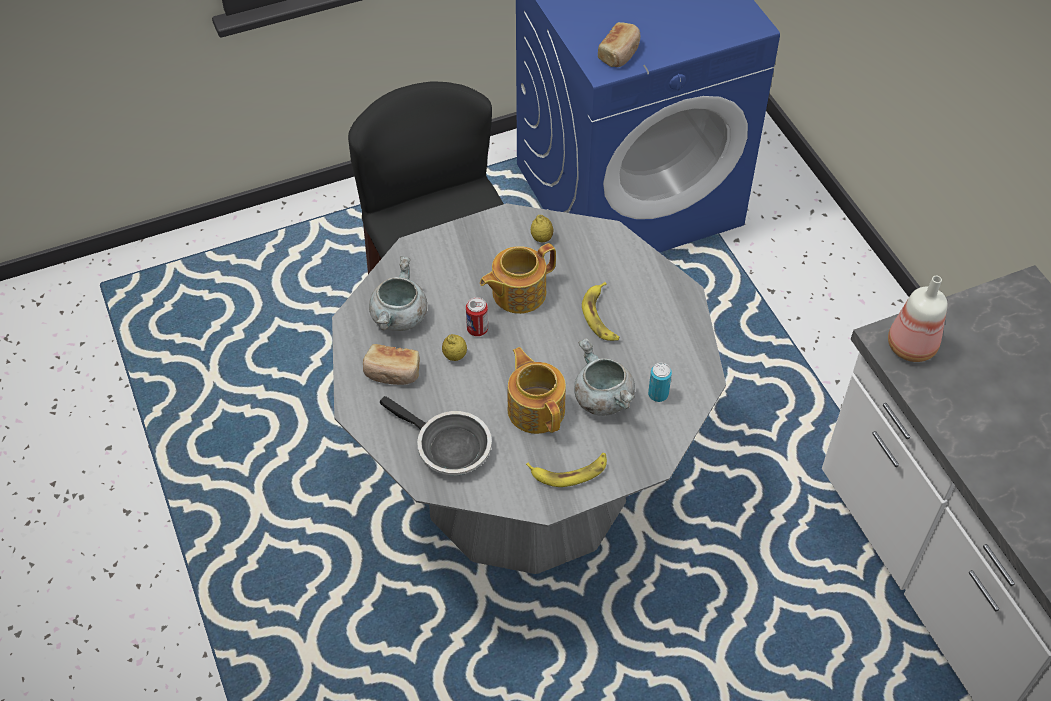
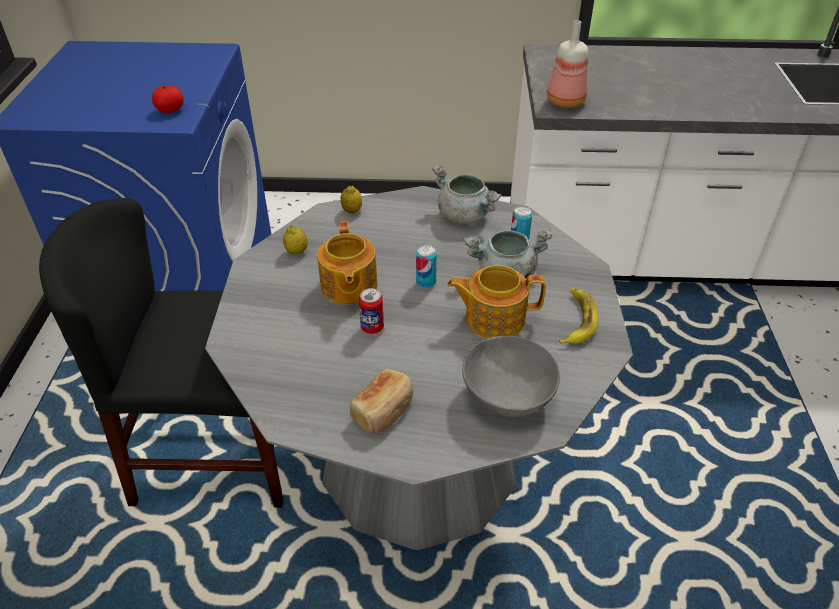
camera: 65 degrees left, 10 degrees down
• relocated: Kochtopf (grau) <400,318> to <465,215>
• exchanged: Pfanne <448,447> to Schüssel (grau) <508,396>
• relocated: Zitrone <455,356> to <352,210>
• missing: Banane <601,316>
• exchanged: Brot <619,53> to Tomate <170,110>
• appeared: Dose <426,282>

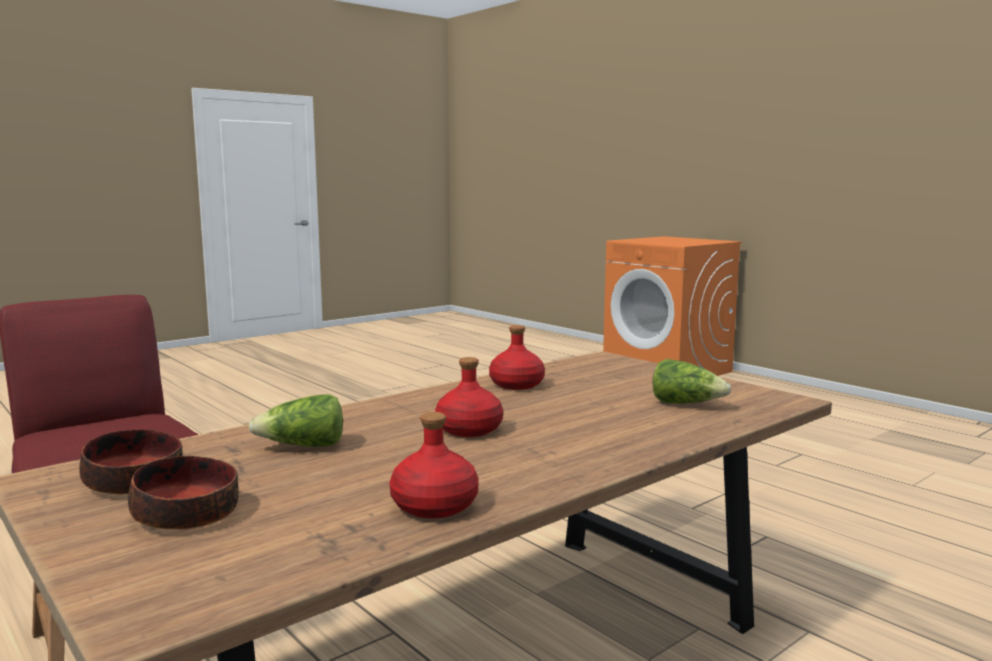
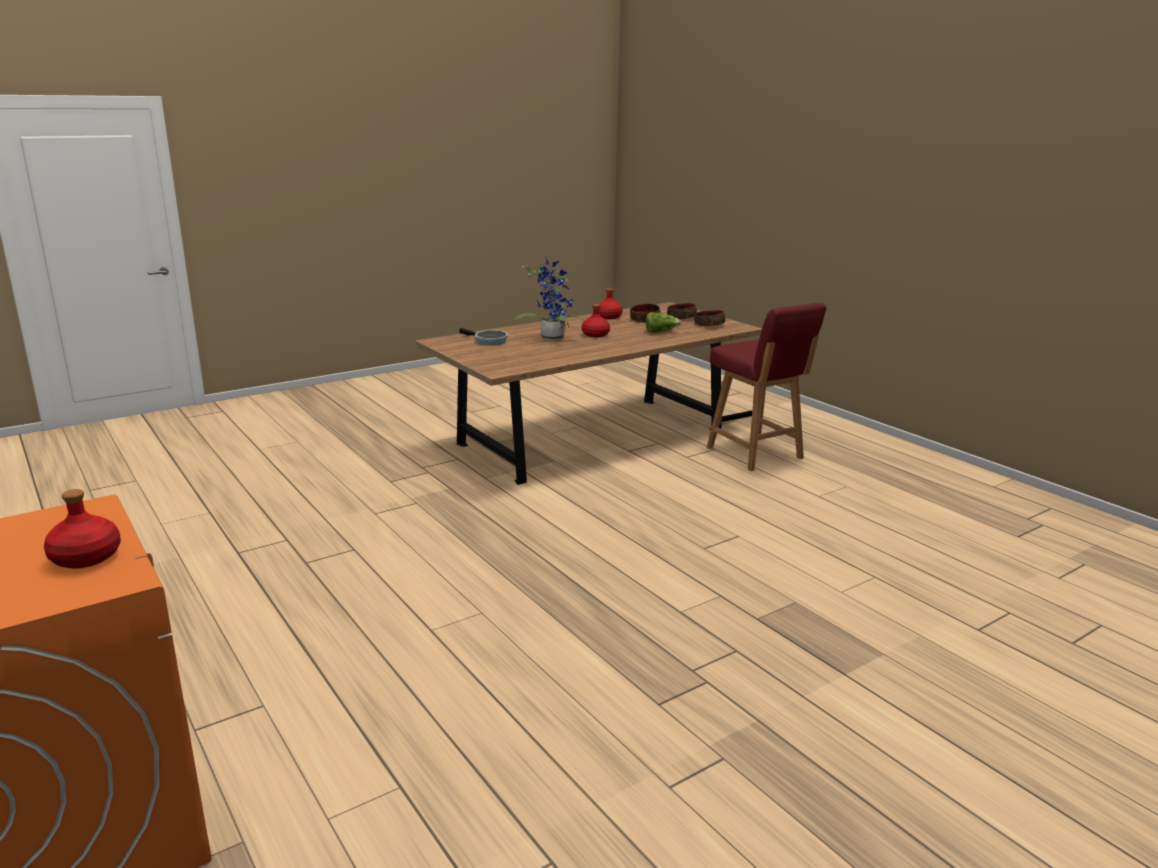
camera: 175 degrees left, 10 degrees up
• relocated: Flasche (rot) <516,385> to <86,557>
• exchanged: Salatkopf <686,404> to Pfanne <488,341>
• appeared: Topfpflanze <552,338>
• appeared: Schüssel <644,320>

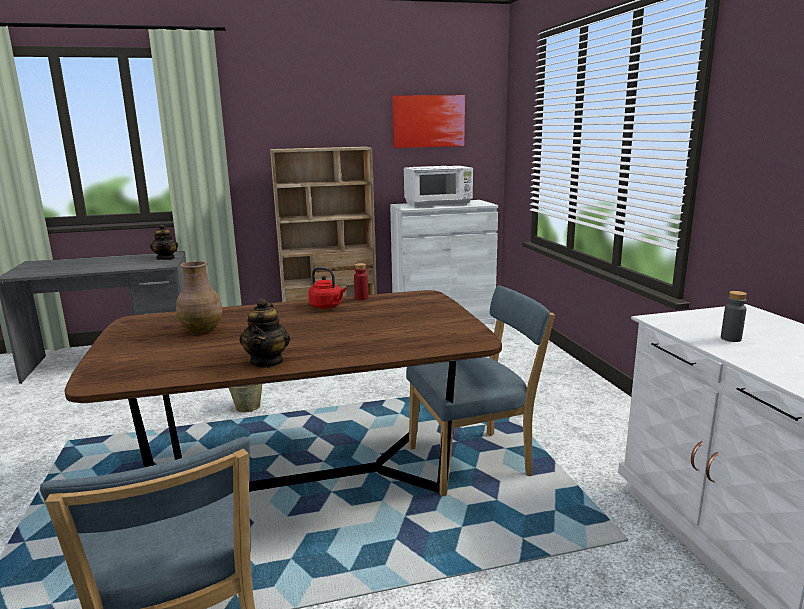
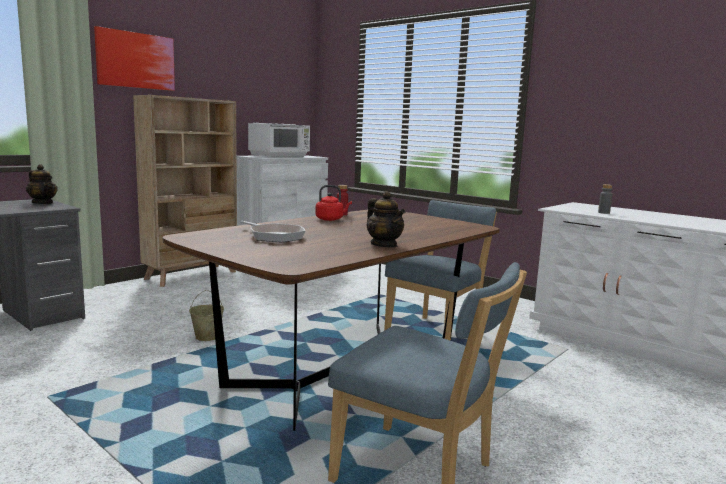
camera: 35 degrees left, 5 degrees down
• exchanged: Vase (braun) <202,330> to Pfanne <274,236>
• relocated: Bild <428,121> to <135,60>

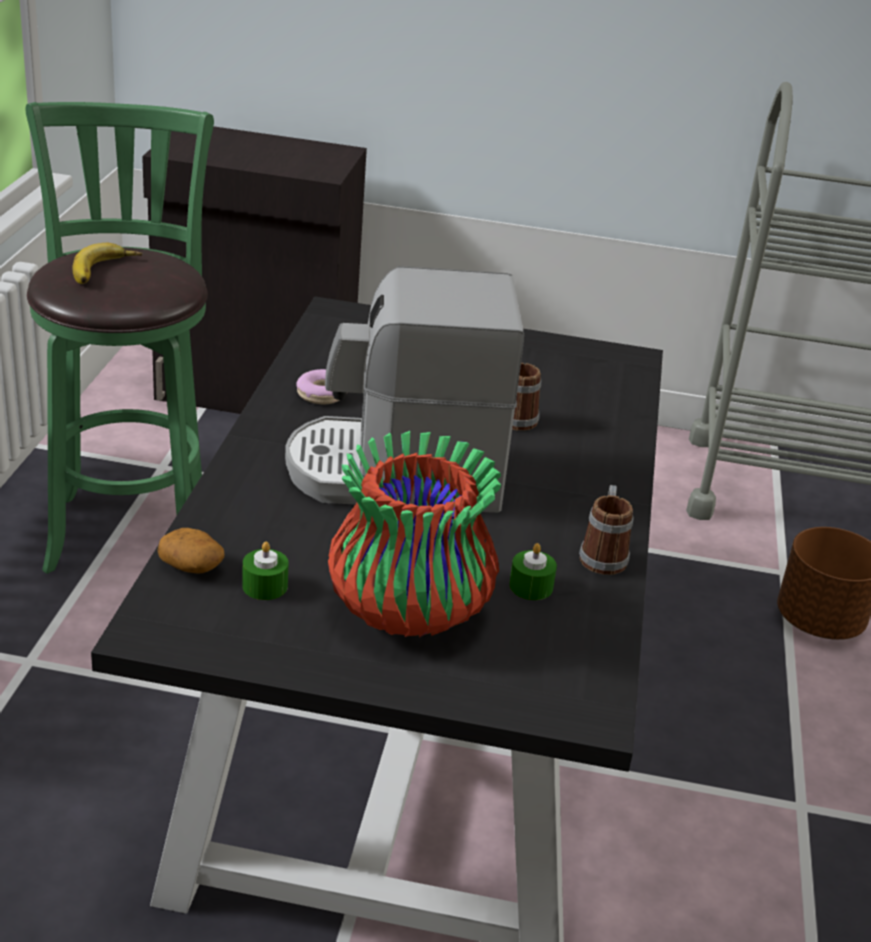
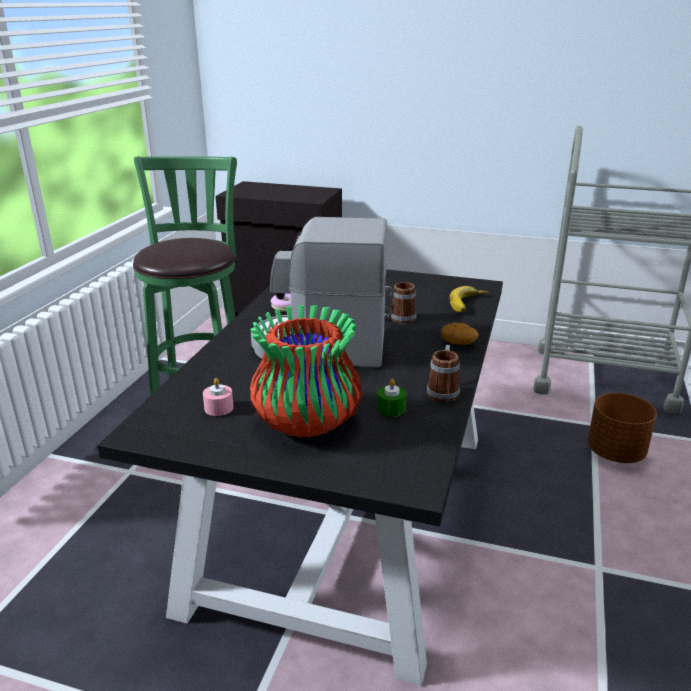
camera: 10 degrees right, 5 degrees down
• relocated: Banane <105,271> to <469,304>
• relocated: Kartoffel <192,566> to <459,343>
• colour: Kerze (grün) <265,586> to Kerze (rosa) <219,408>

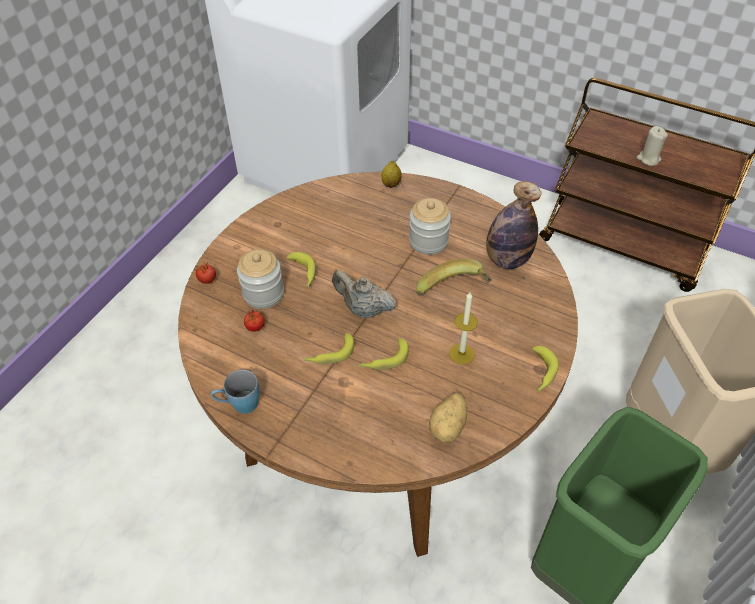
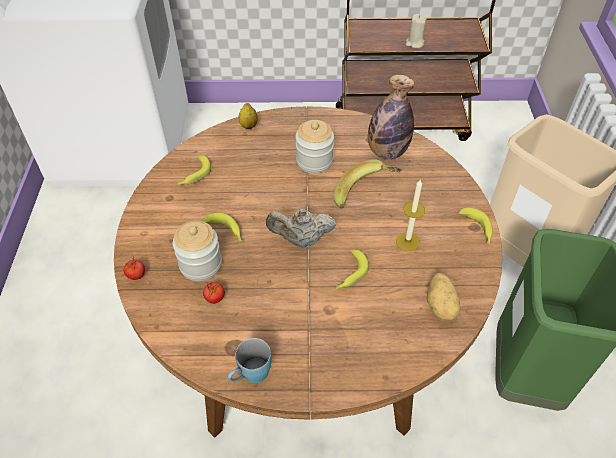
camera: 30 degrees left, 0 degrees up
• relocated: Banane <330,354> to <194,175>

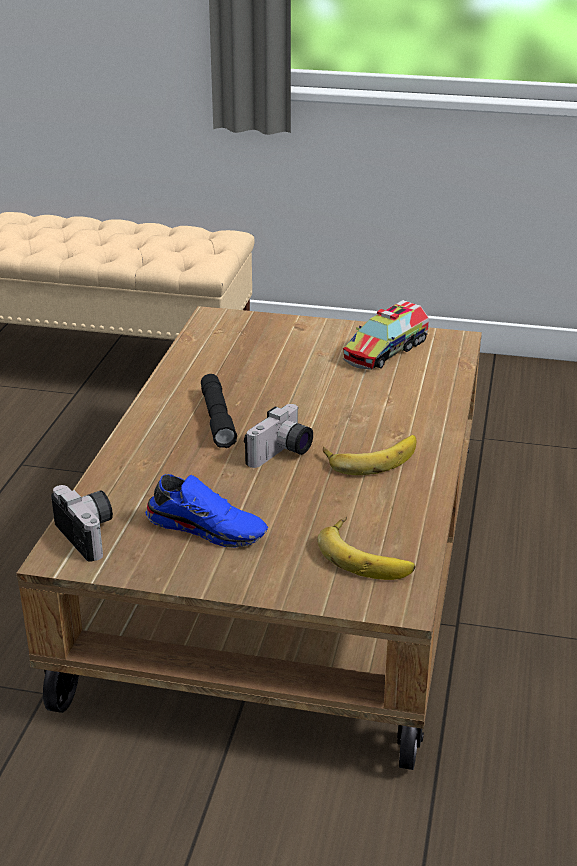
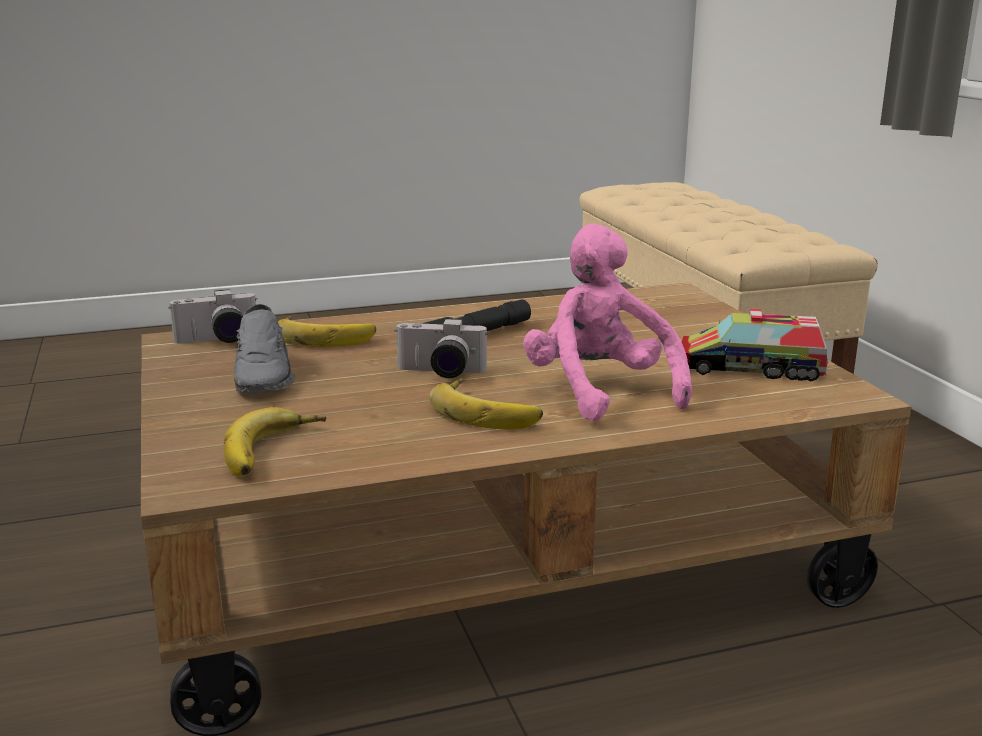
camera: 60 degrees right, 10 degrees down
• spun: Kamera <91,534> = <218,341> 45 degrees clockwise
• colour: Schuh (blau) <208,528> to Schuh (grau) <266,375>
• appeared: Banane <325,336>
• appeared: Plüschtier (rosa) <599,391>

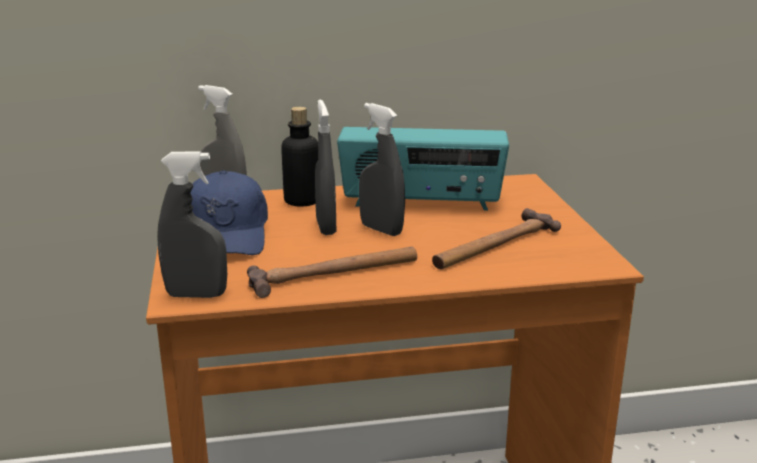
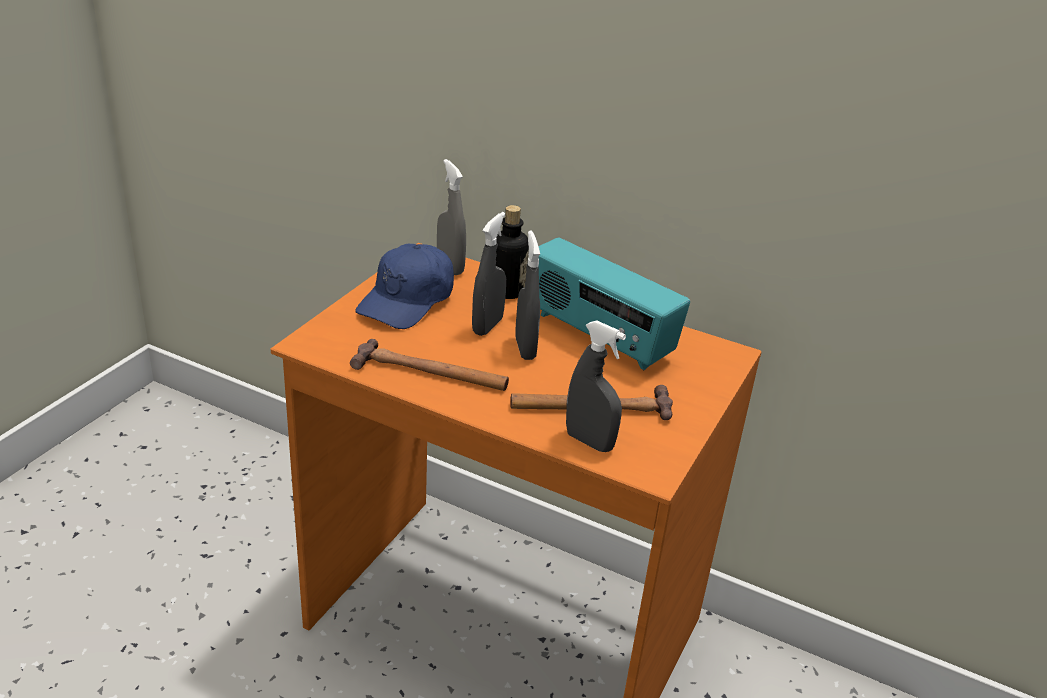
camera: 35 degrees right, 10 degrees up
• relocated: Sprühflasche (grau) <196,295> to <589,441>

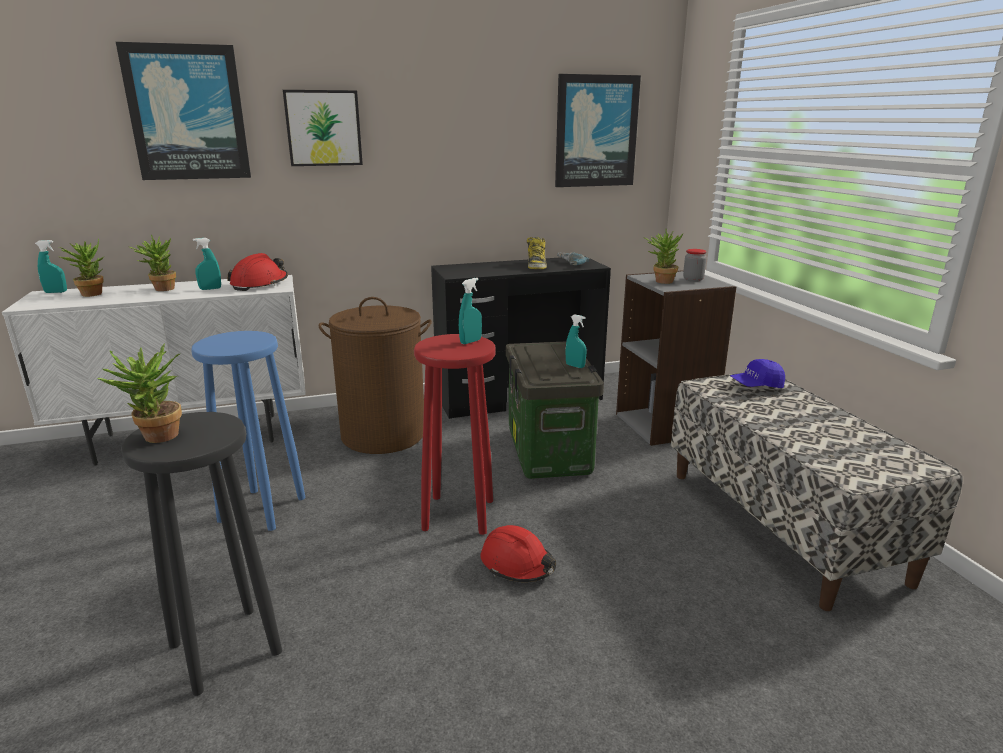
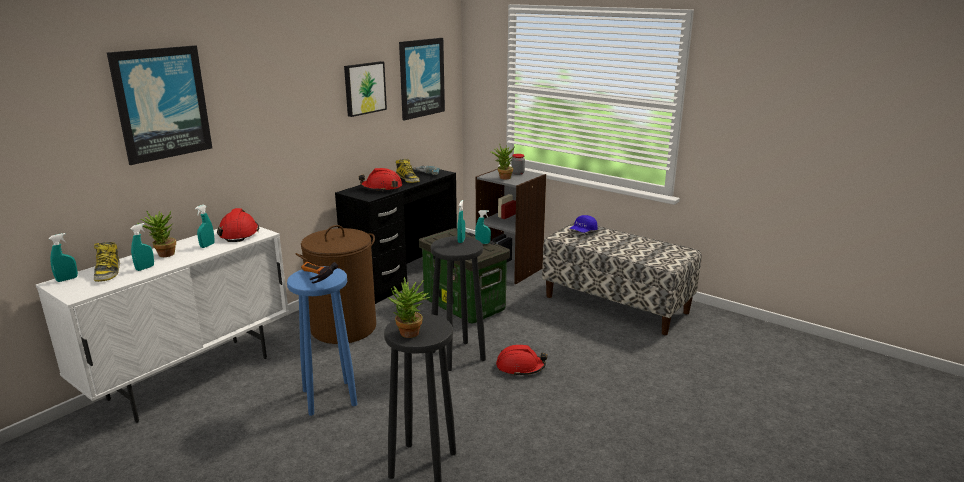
camera: 35 degrees left, 0 degrees up
• exchanged: Topfpflanze <92,293> to Stiefel <108,272>
• relocated: Bild <323,128> to <364,88>
• colour: Hocker (rot) <459,514> to Hocker (schwarz) <458,355>
• appeared: Sprühflasche (türkis) <145,268>
• appeared: Hammer <314,280>
• appeared: Schutzhelm (rot) <381,188>

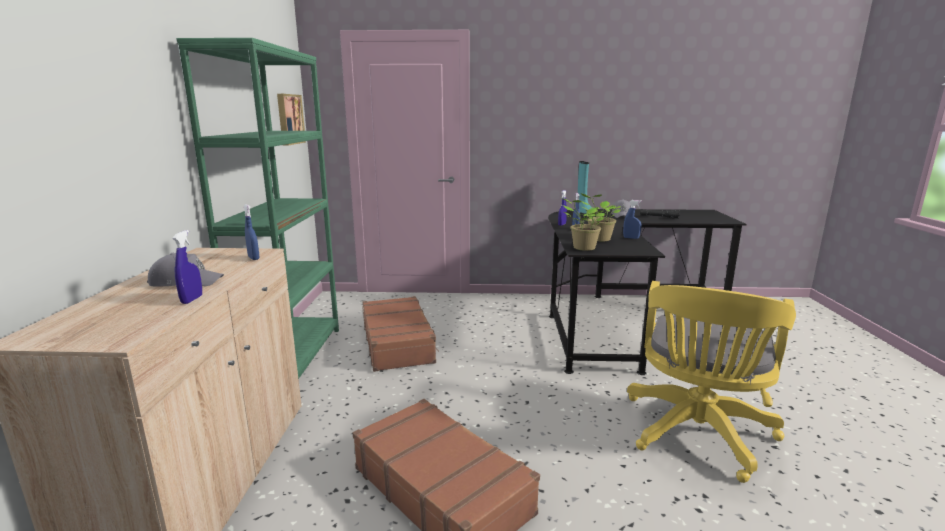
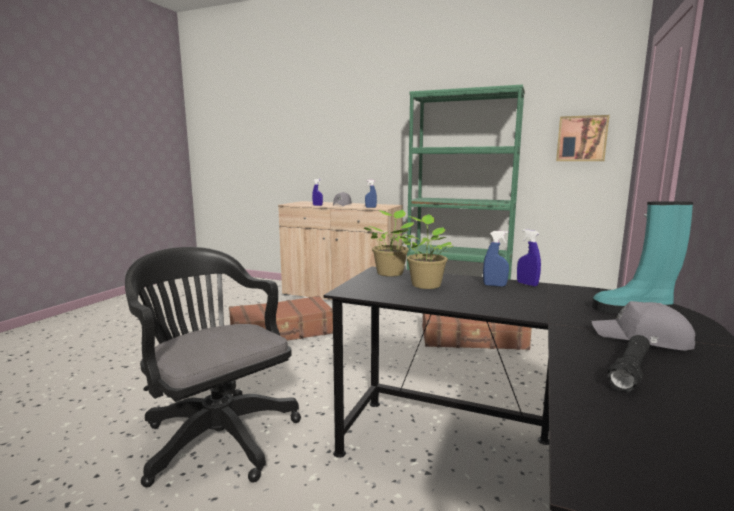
camera: 110 degrees right, 5 degrees down
• missing: Sprühflasche (blau) <631,238>
• colour: Bürostuhl (gelb) <697,435> to Bürostuhl (schwarz) <216,434>

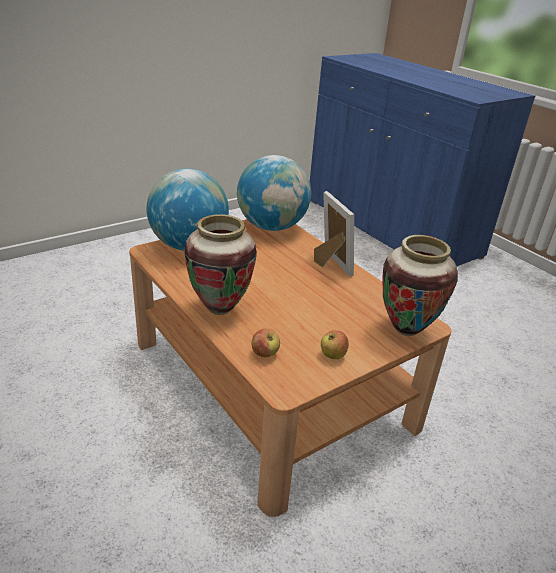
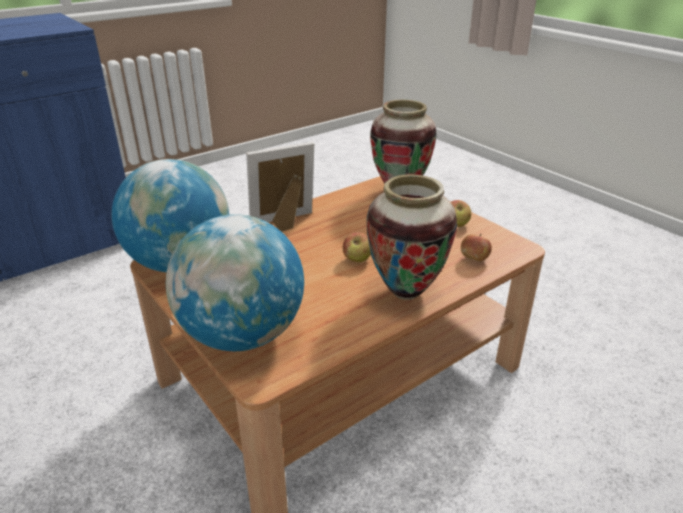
camera: 90 degrees left, 0 degrees up
• appeared: Apfel <357,259>

